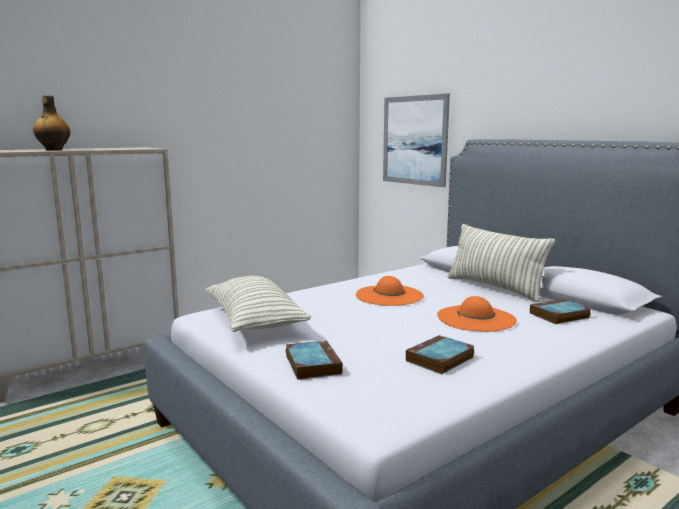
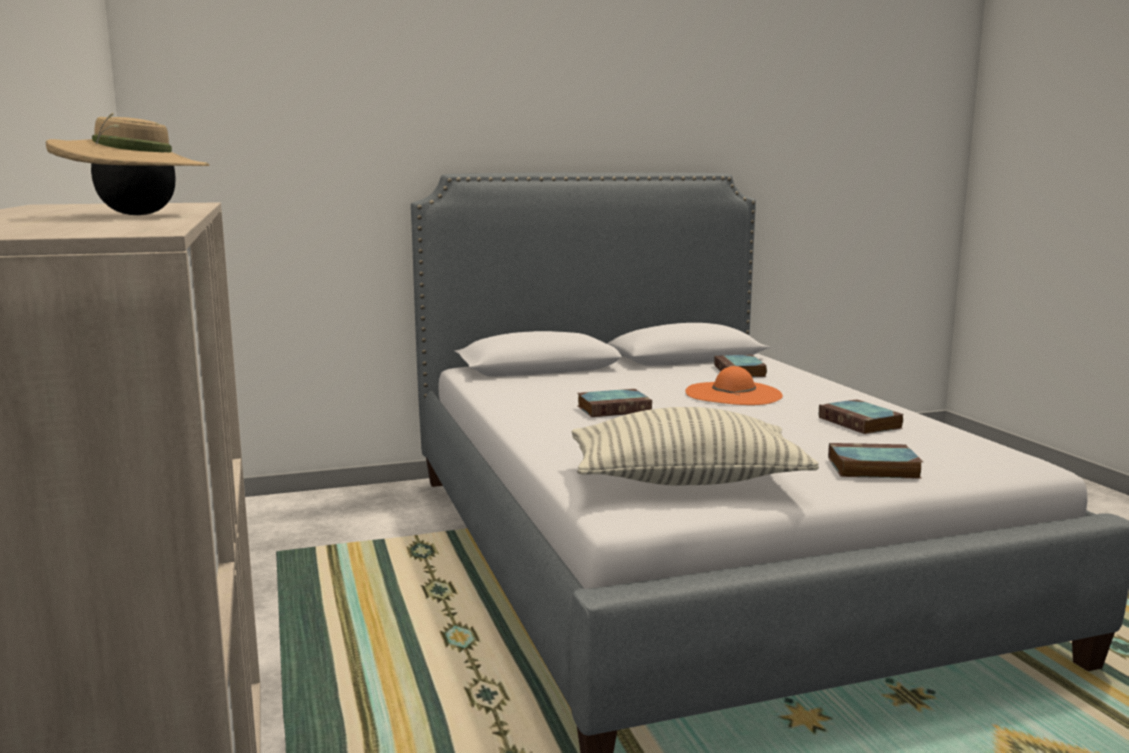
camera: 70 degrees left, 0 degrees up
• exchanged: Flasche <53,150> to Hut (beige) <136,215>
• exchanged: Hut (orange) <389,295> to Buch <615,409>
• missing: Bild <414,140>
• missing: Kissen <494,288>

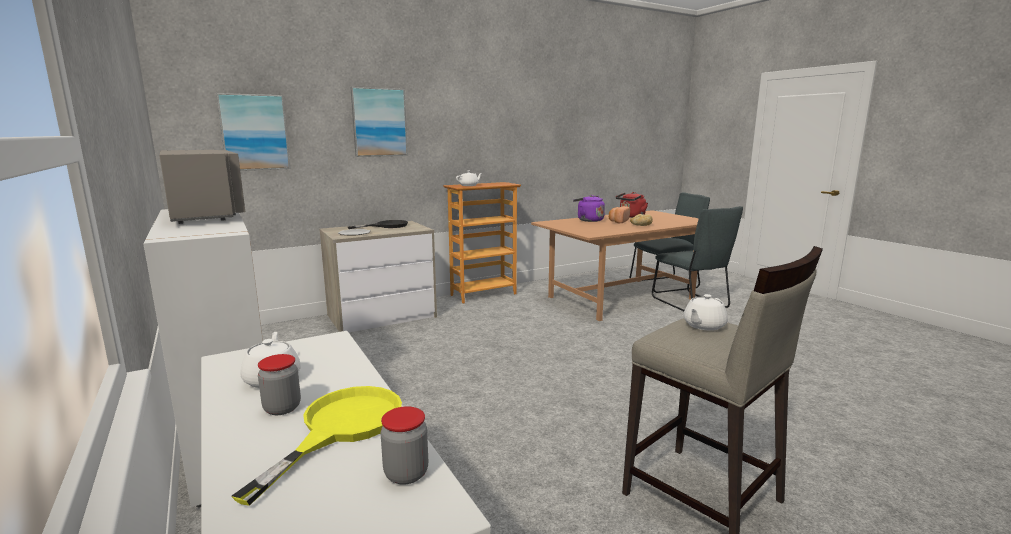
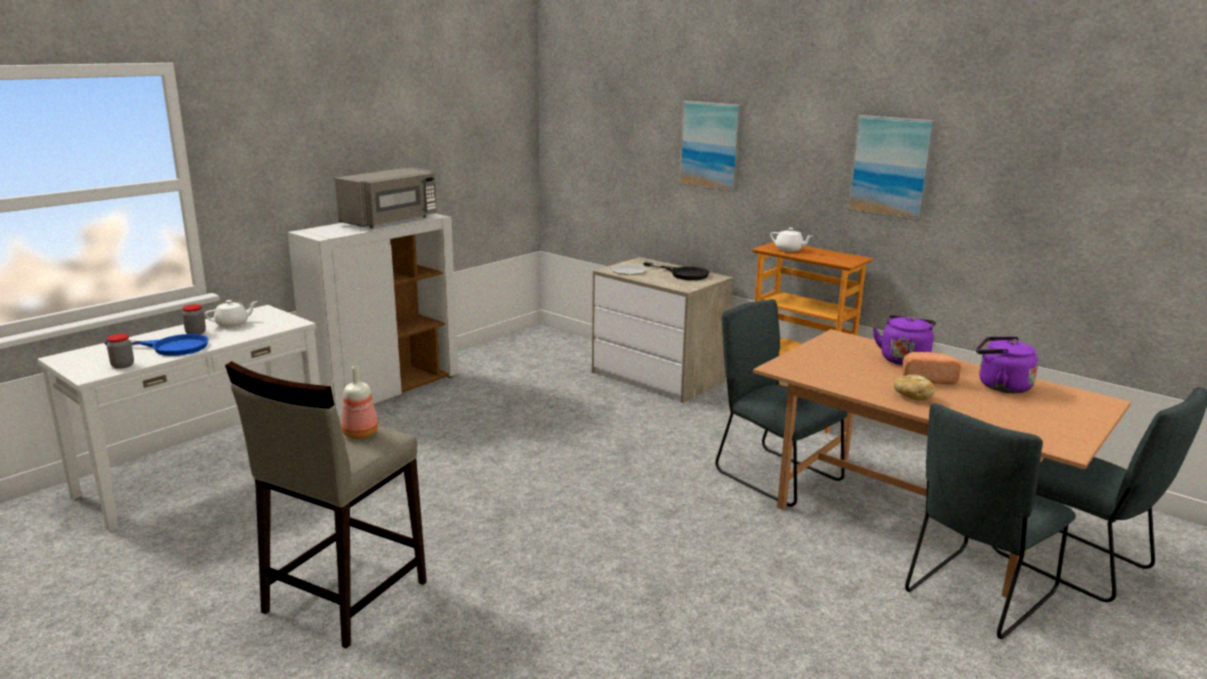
camera: 70 degrees right, 5 degrees up
• relocated: Bild <254,132> to <891,166>
• colour: Pfanne (gelb) <341,428> to Pfanne (blau) <171,347>
• colour: Wasserkessel (rot) <631,216> to Wasserkessel (lila) <1000,386>
• exchanged: Teekanne (weiß) <703,326> to Flasche <359,434>
• appeared: Stuhl (grau) <772,474>

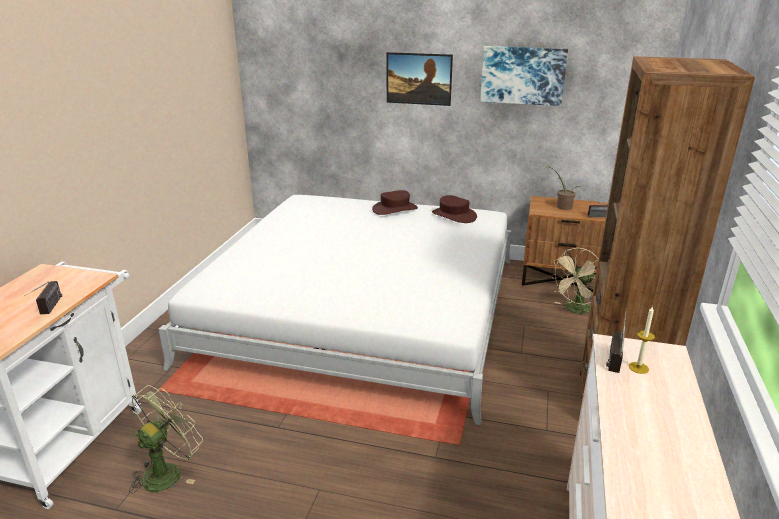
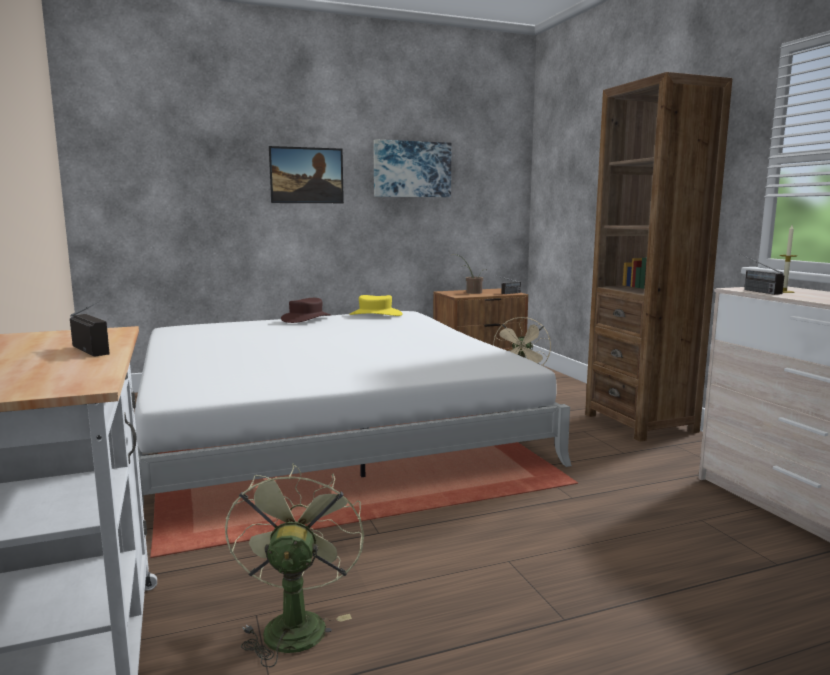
camera: 35 degrees left, 15 degrees down
• colour: Hut (braun) <453,215> to Hut (gelb) <375,314>

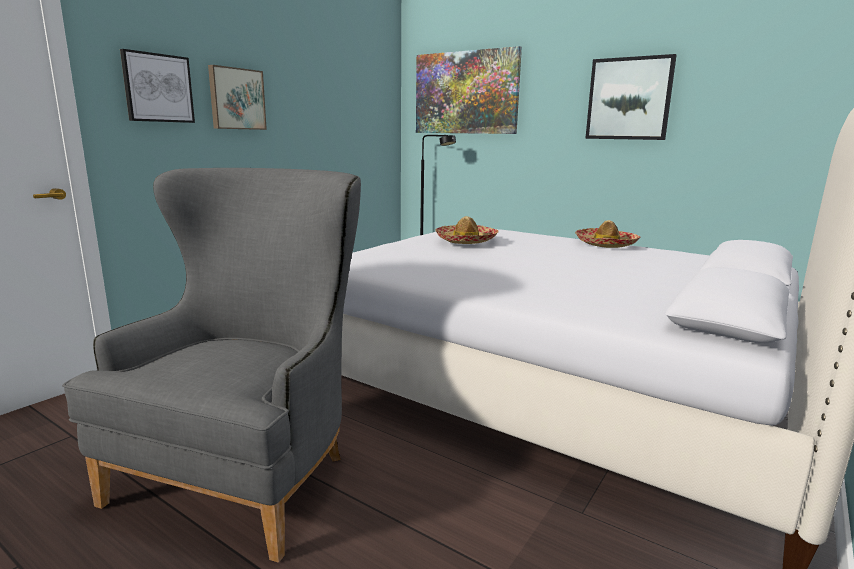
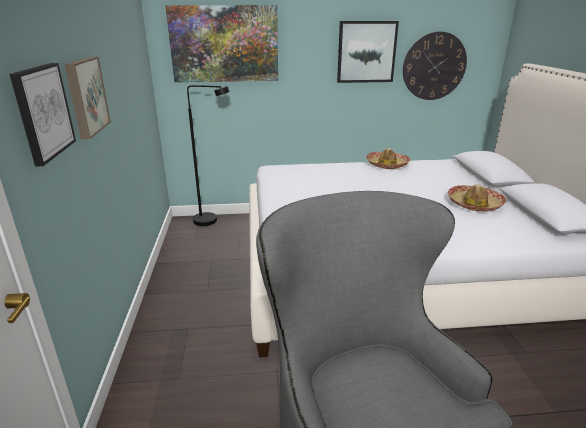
camera: 40 degrees left, 10 degrees up
• relocated: Hut <466,240> to <474,204>
• appeared: Wanduhr <434,66>

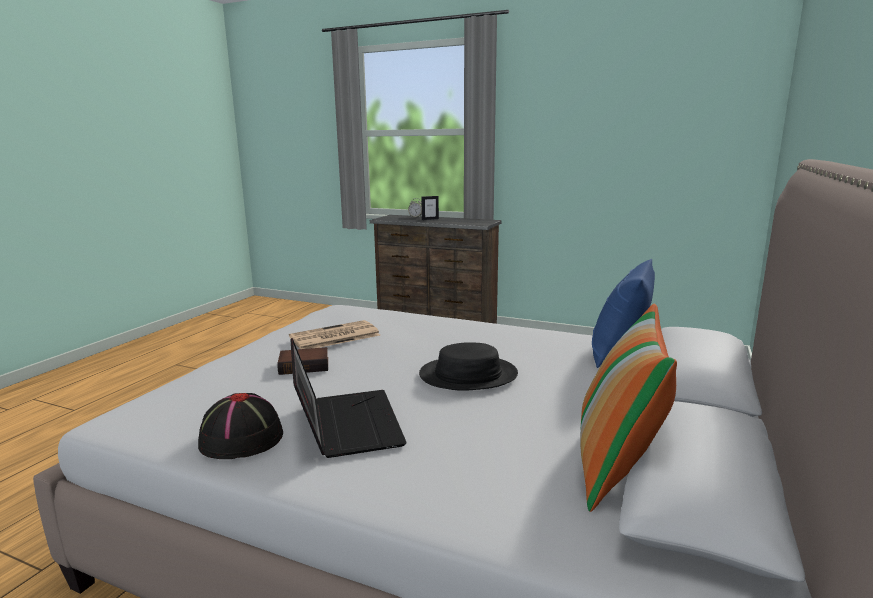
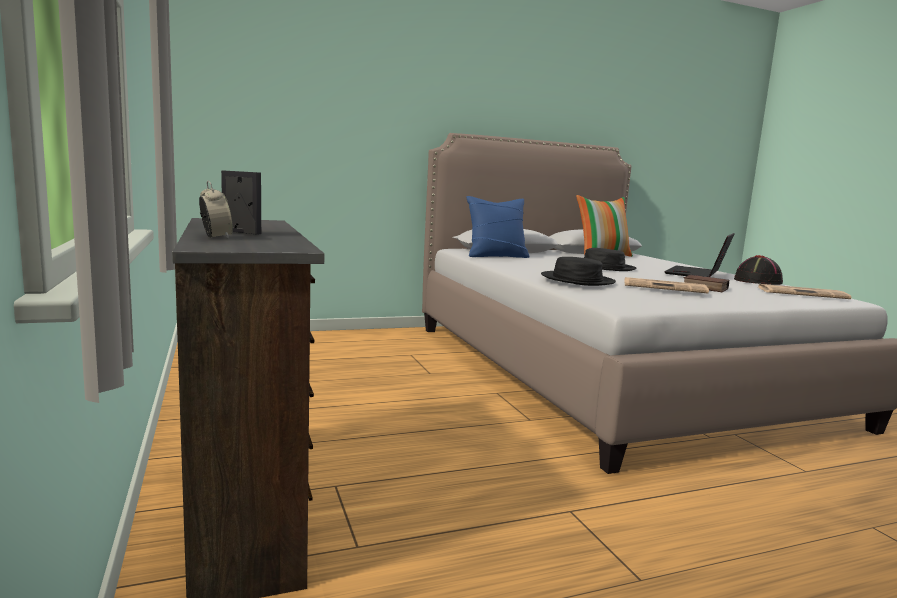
camera: 135 degrees left, 5 degrees down
• appeared: Hut (schwarz) <577,280>
• appeared: Zeitung <803,293>

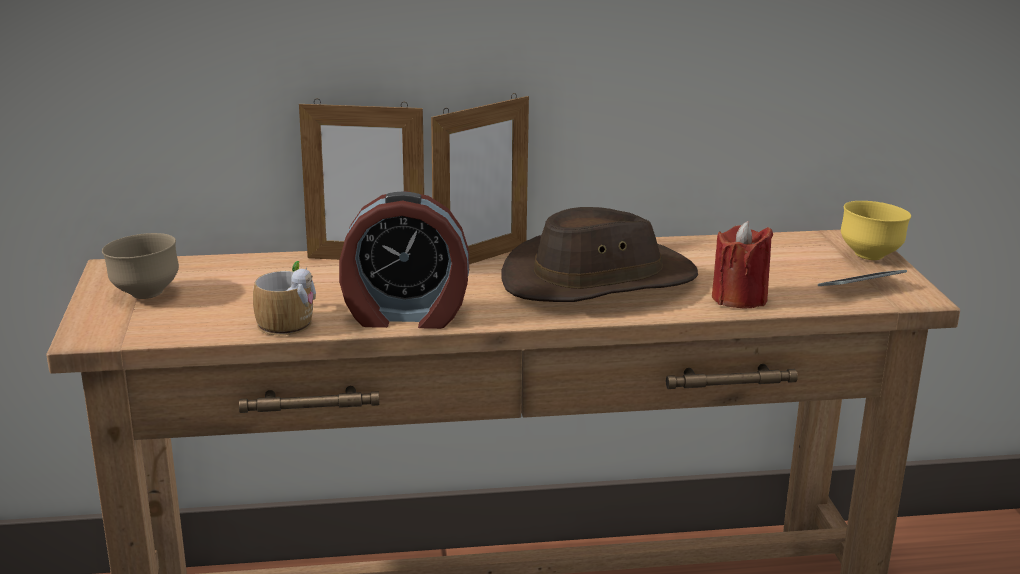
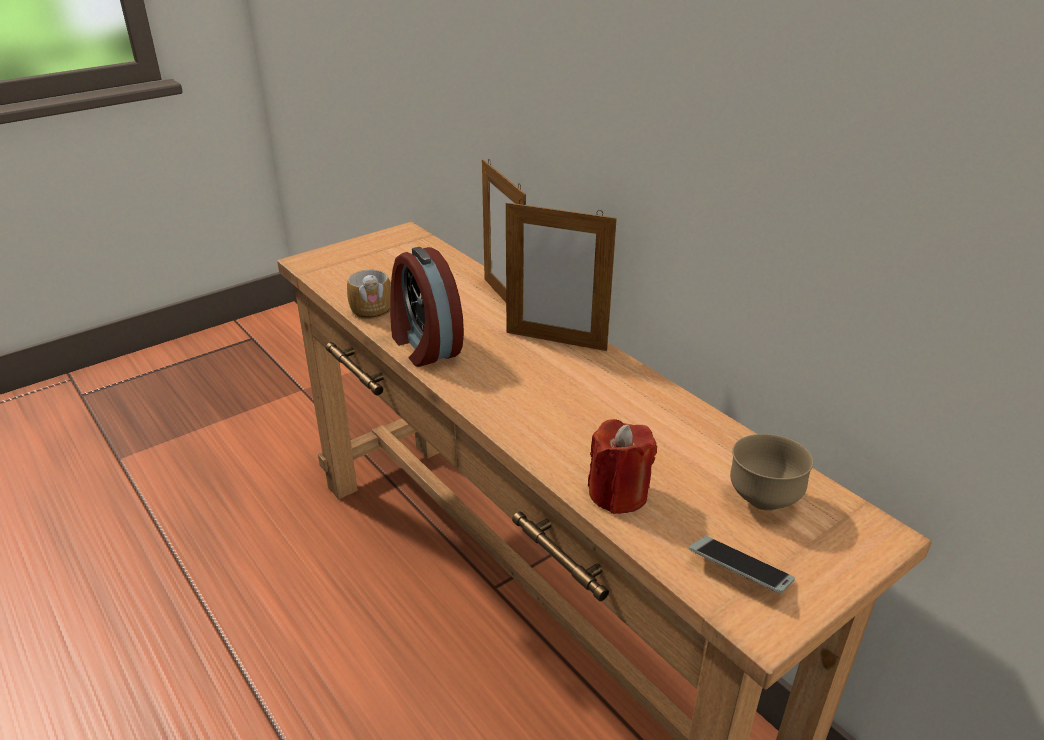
camera: 60 degrees right, 10 degrees up
• relocated: Schüssel (braun) <145,294> to <763,499>
• missing: Hut (braun) <598,280>
• missing: Schüssel (gelb) <870,256>

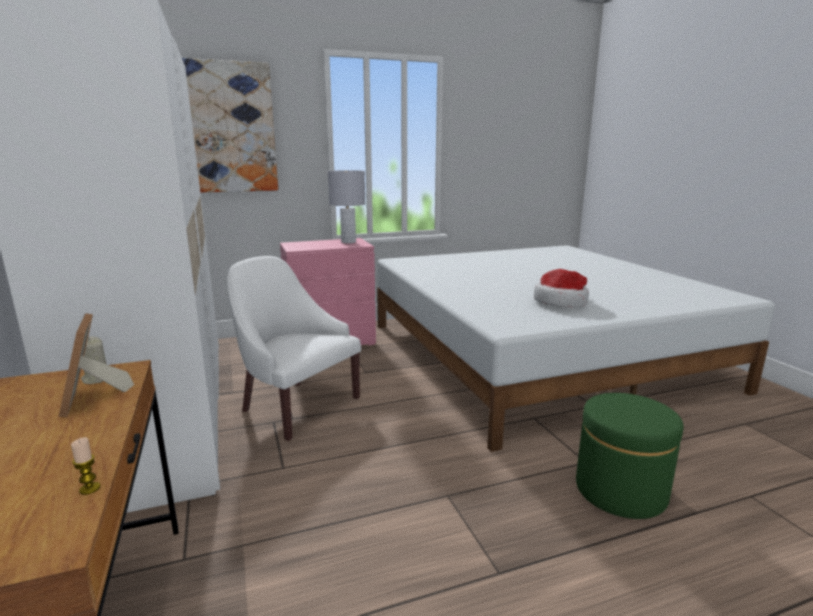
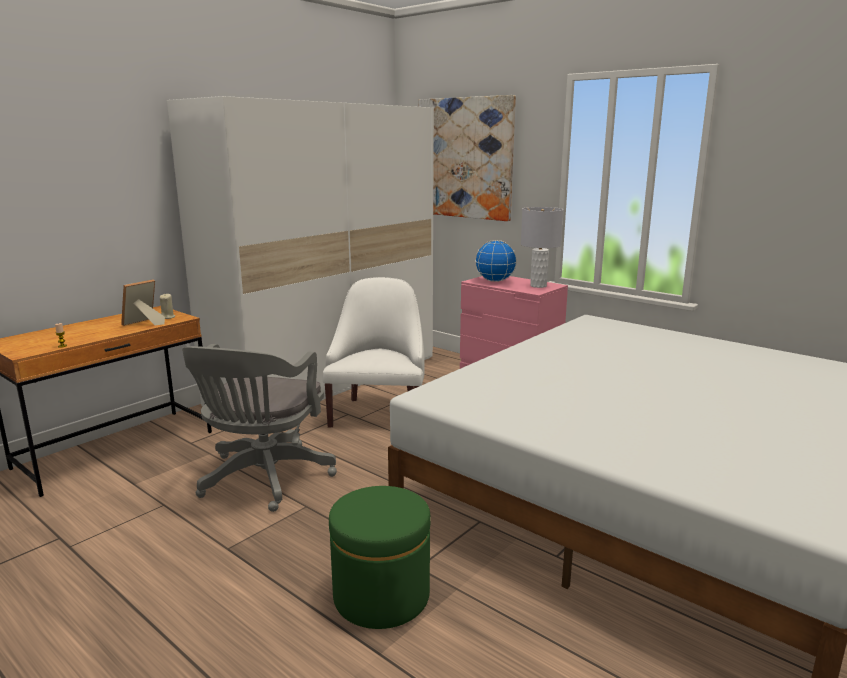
camera: 60 degrees right, 0 degrees up
• missing: Hut <561,302>
• appeared: Bürostuhl (grau) <263,480>
• appeared: Globus <495,281>

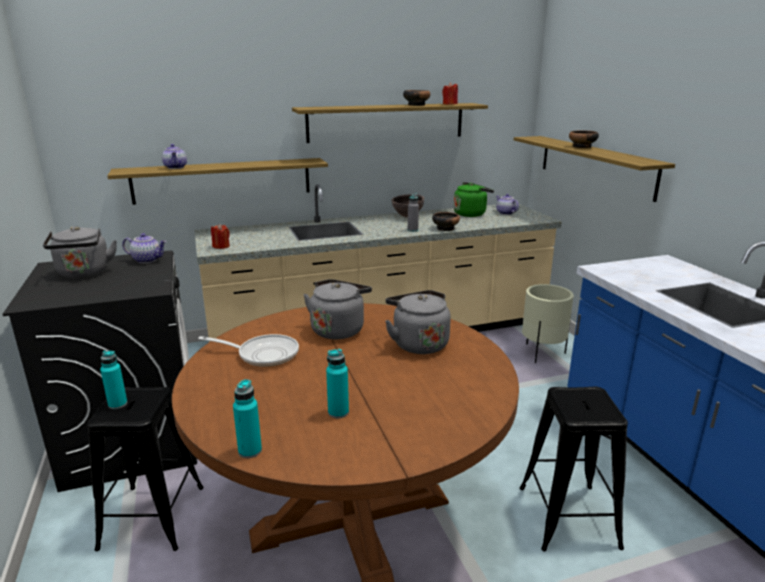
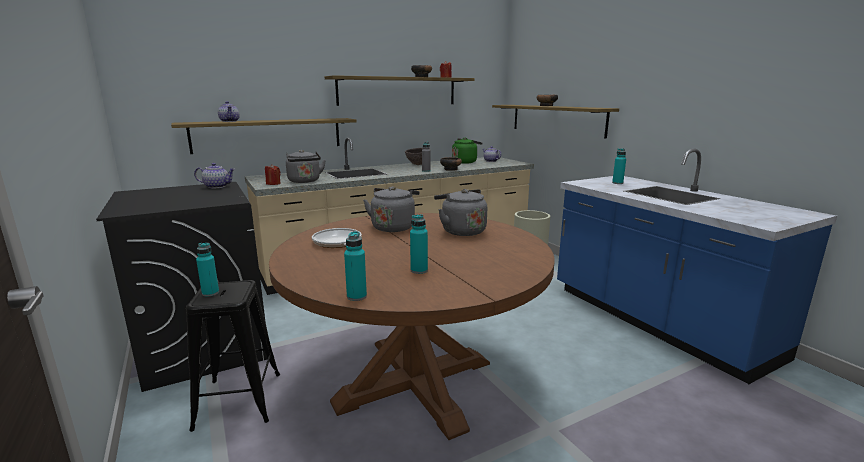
camera: 10 degrees left, 5 degrees down
• relocated: Wasserkessel (grau) <84,274> to <305,181>
• spun: Pfanne <263,354> = <338,243> 120 degrees counterclockwise
• missing: Hocker (schwarz) <568,516>
• appeared: Flasche (türkis) <617,183>

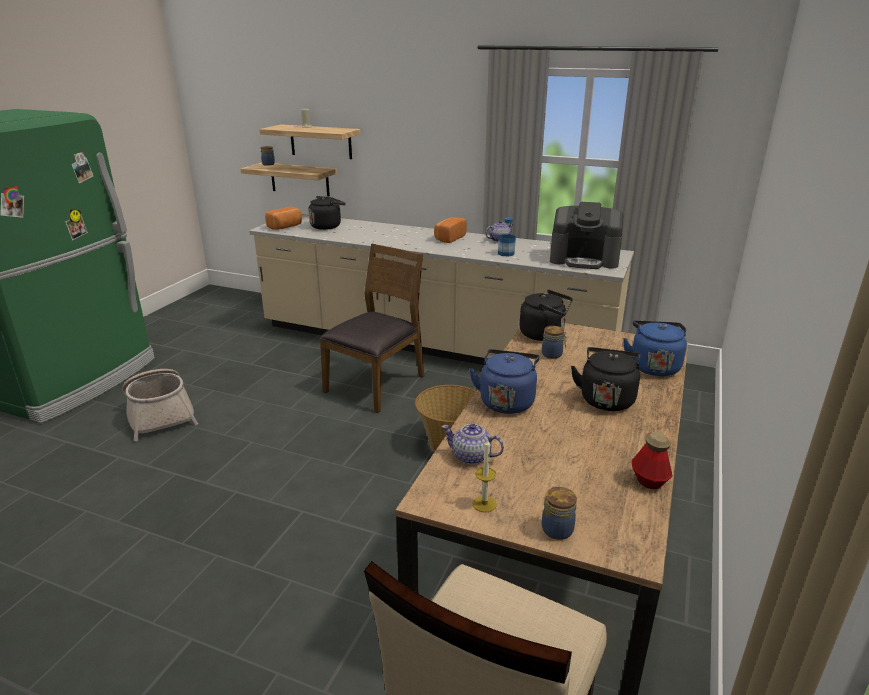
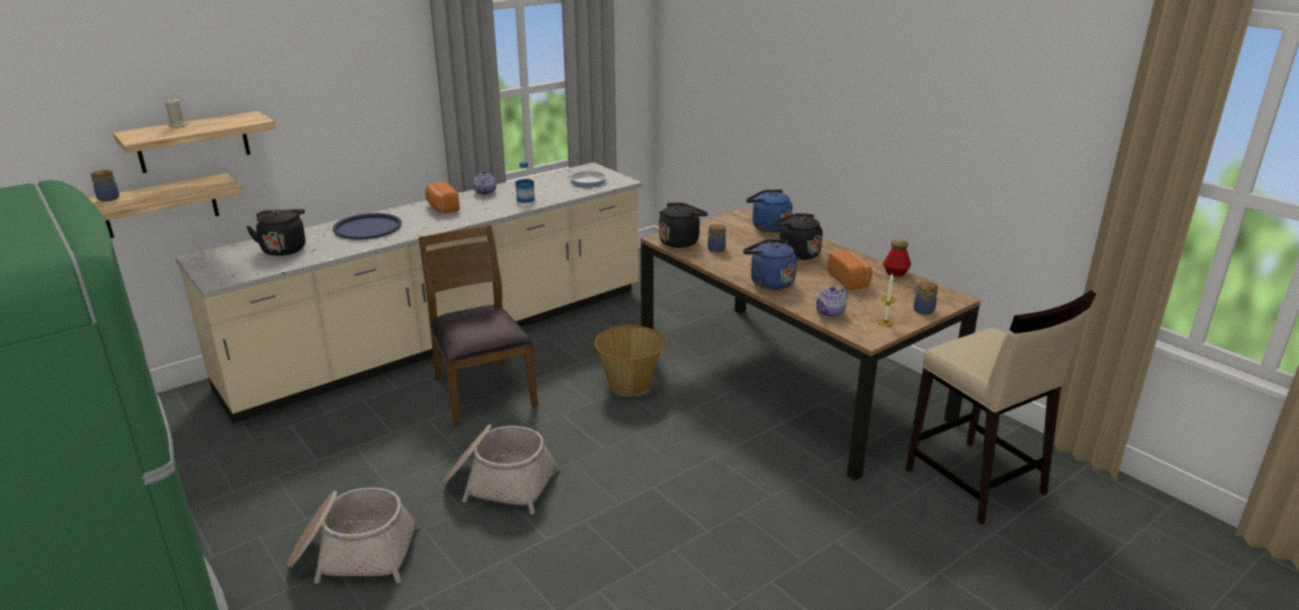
camera: 60 degrees left, 0 degrees up
• relocated: Brot <286,227> to <849,280>
• exchanged: Kaffeemaschine <584,259> to Pfanne <586,181>
• appeared: Tablett (blau) <367,227>
• appeared: Korb <499,483>

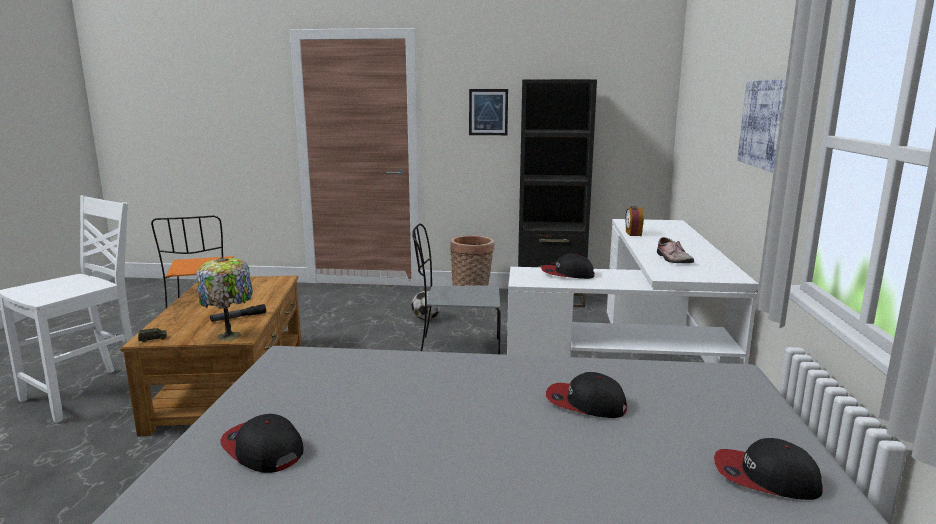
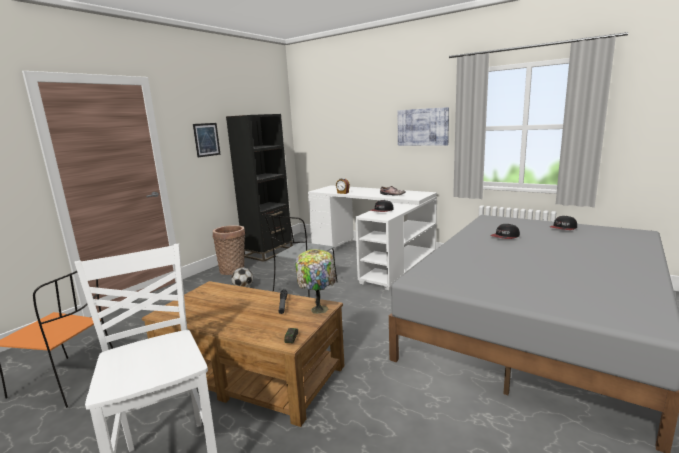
camera: 60 degrees left, 0 degrees up
• missing: Kappe <262,449>

